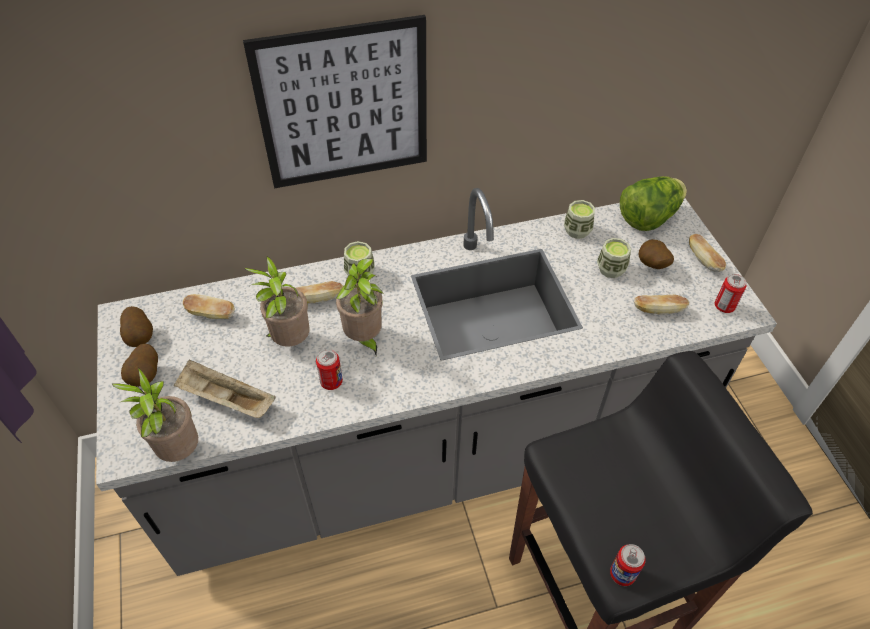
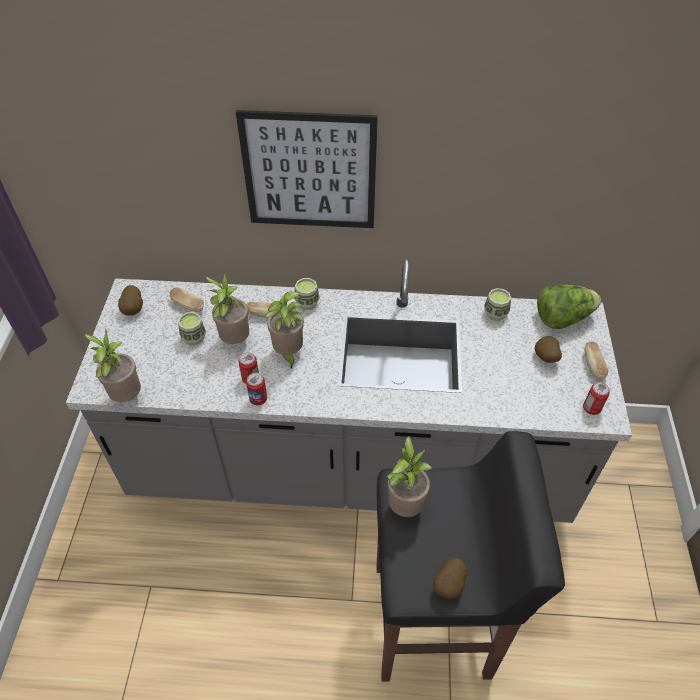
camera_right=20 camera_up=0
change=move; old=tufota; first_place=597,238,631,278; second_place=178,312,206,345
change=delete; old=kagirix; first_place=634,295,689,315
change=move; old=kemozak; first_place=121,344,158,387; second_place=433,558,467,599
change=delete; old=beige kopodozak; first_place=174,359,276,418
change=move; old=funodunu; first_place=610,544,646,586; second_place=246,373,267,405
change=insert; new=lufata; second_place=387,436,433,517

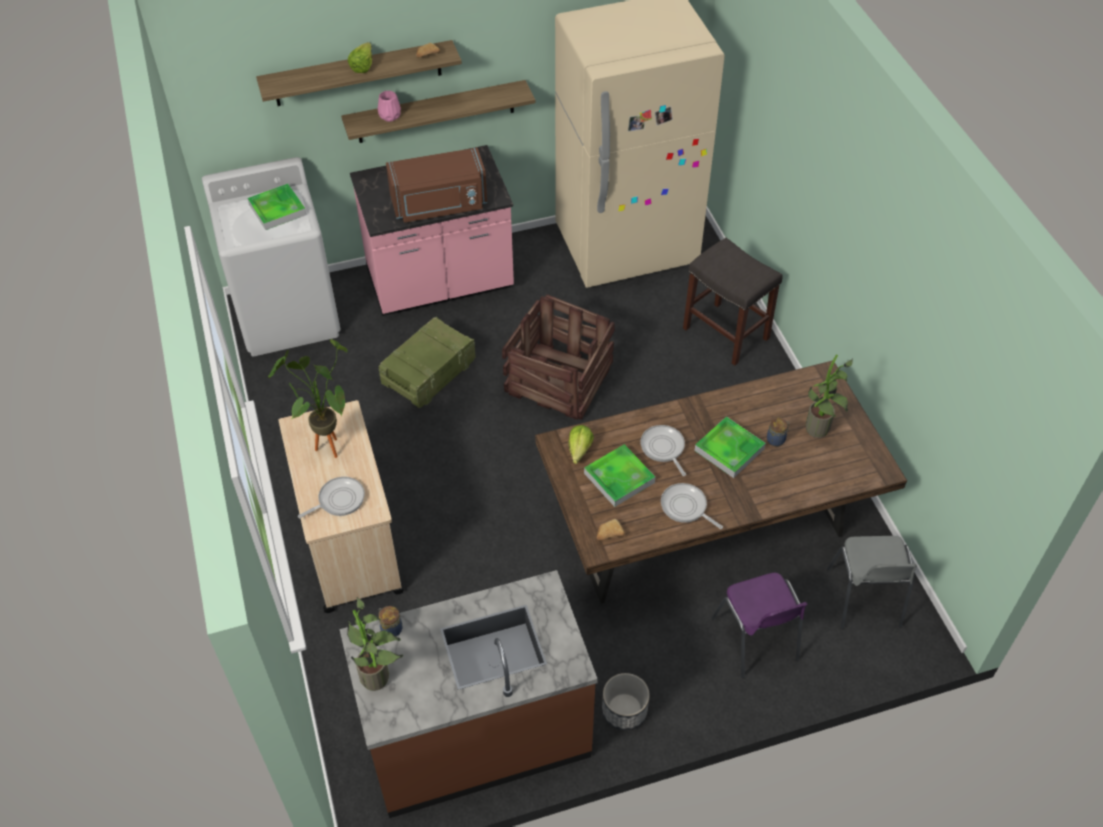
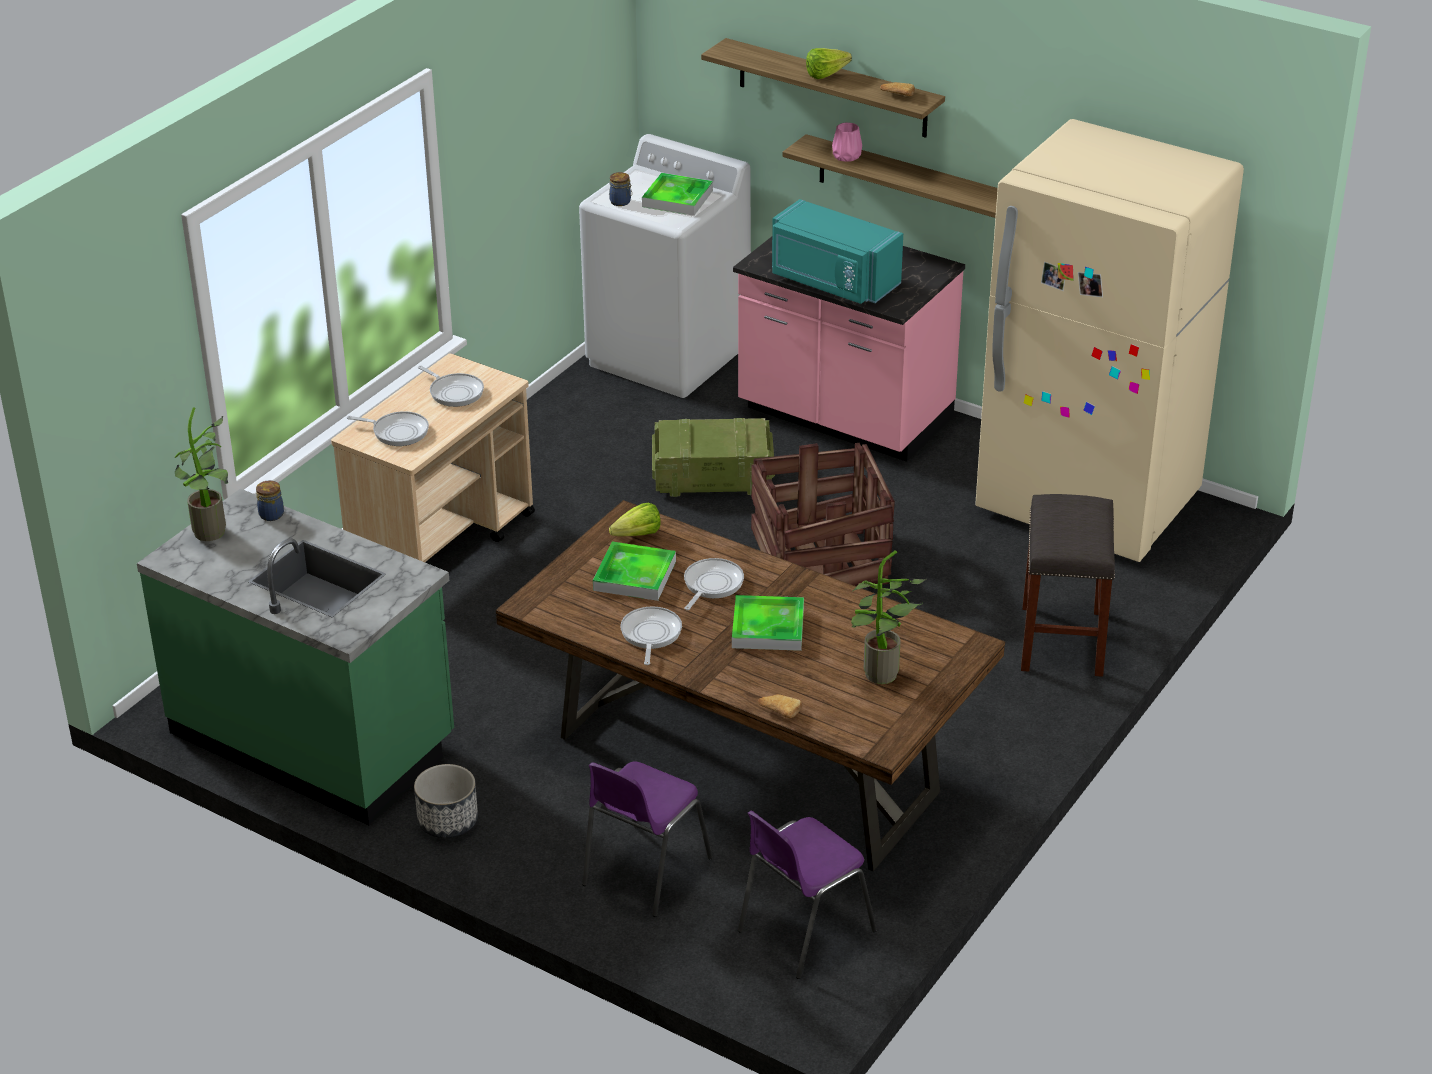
camera_right=50 camera_up=-15
change=recolor; old=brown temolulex; new=turquoise temolulex; first_place=386,147,487,222; second_place=772,199,903,304
change=replace; old=lufata; new=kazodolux; first_place=268,339,348,458; second_place=418,366,484,407
change=move; old=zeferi; first_place=767,418,790,446; second_place=609,172,632,206
change=move; old=kagirix; first_place=597,519,625,540; second_place=758,694,802,718
change=recolor; old=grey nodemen; new=purple nodemen; first_place=827,536,917,629; second_place=738,811,877,979
change=recolor; old=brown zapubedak; new=green zapubedak; first_place=339,570,598,818; second_place=137,489,454,825

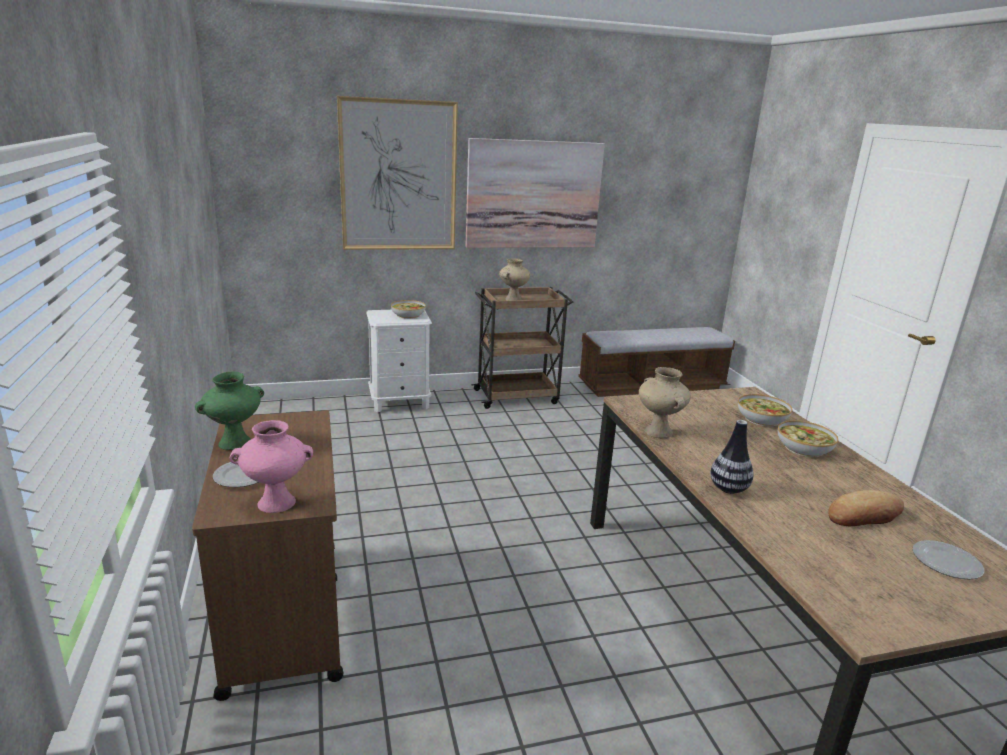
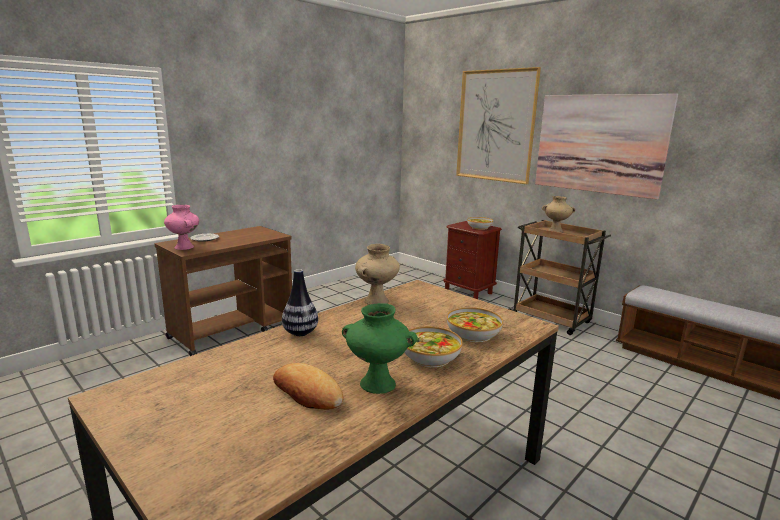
camera_right=60 camera_up=-5
change=recolor; old=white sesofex; new=brown sesofex; first_place=366,310,432,412; second_place=443,221,502,299
change=move; old=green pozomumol; first_place=195,371,264,450; second_place=342,303,418,394
change=delete; old=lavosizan; first_place=913,540,984,579

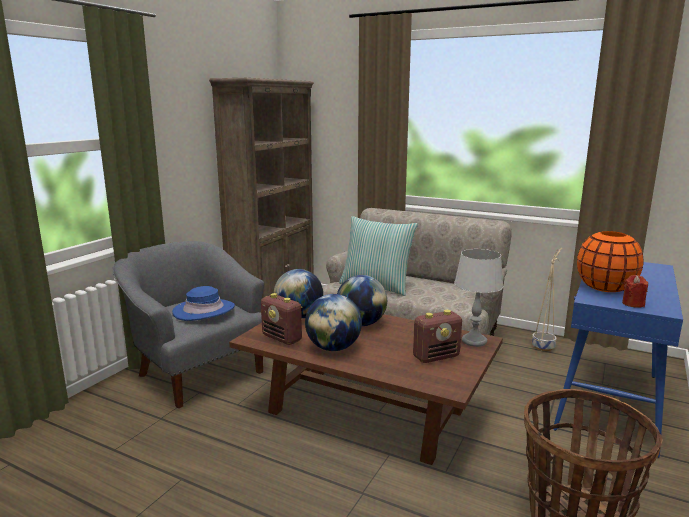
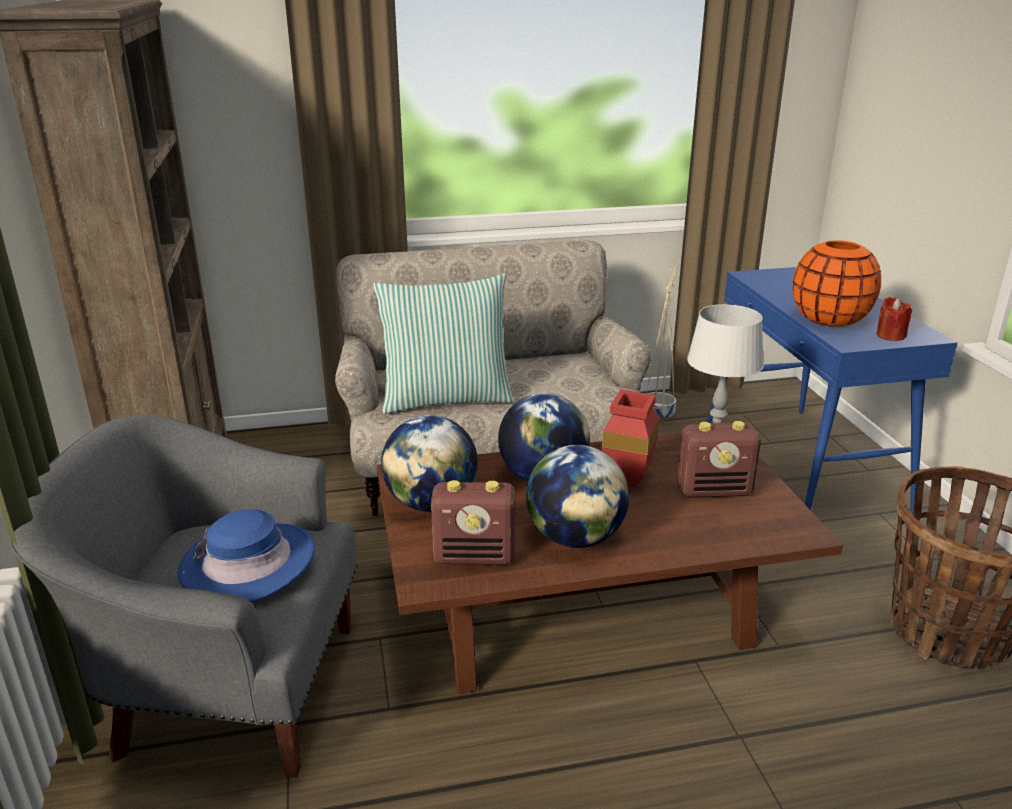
camera_right=-40 camera_up=10
change=rotate; old=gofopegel; first_place=413,310,462,363; second_place=677,421,761,498; degrees=60
change=insert; new=red pozomumol; second_place=602,389,660,487

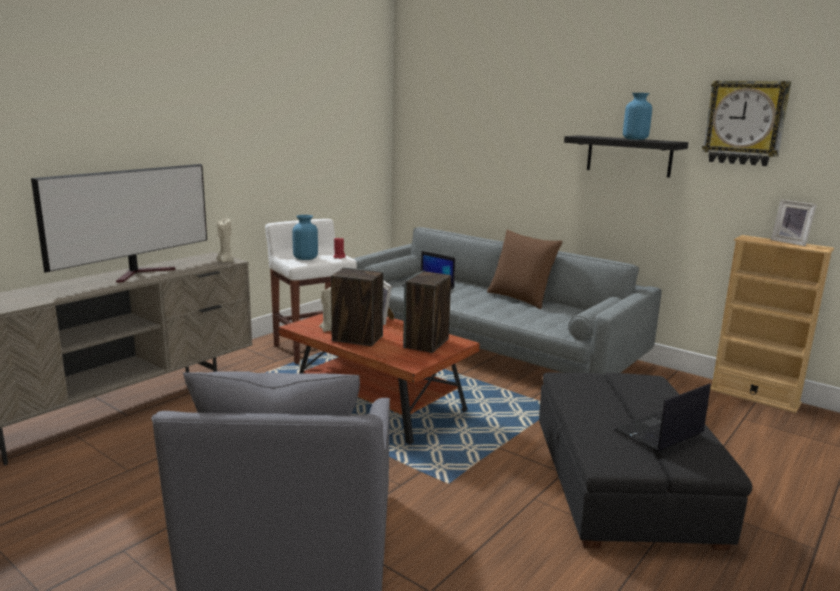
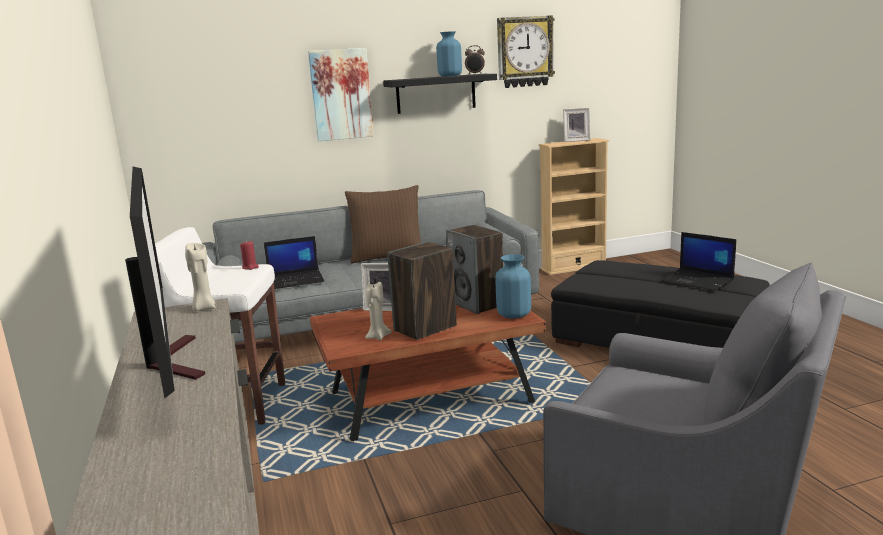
camera_right=-55 camera_up=0
change=move; old=blue pozomumol; first_place=292,215,318,260; second_place=495,254,531,319
change=rotate; old=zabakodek; first_place=614,384,711,452; second_place=661,232,736,291; degrees=-45
change=insert; new=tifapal; second_place=465,45,485,74
change=insert; new=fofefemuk; second_place=308,48,374,141

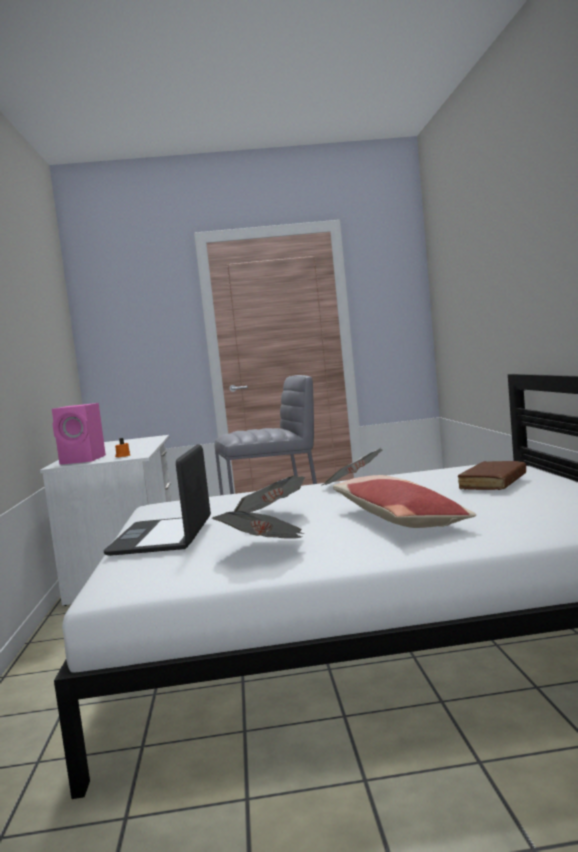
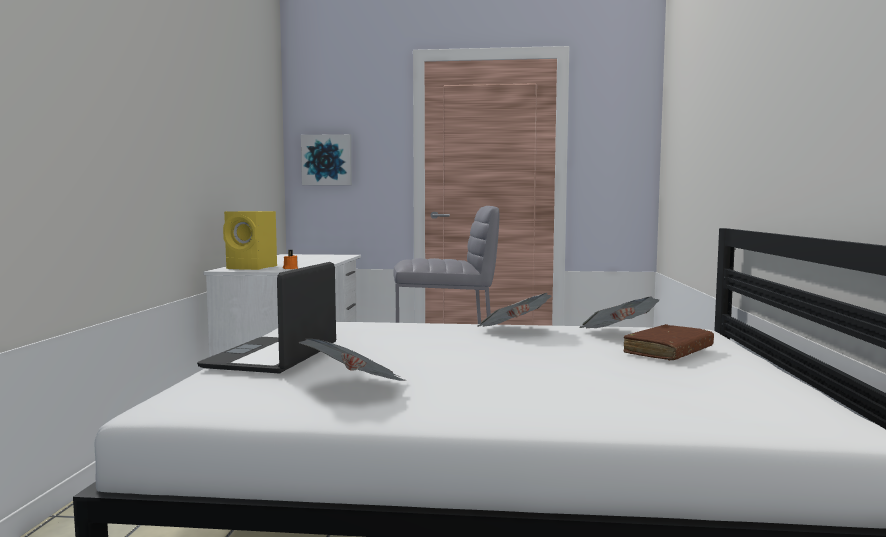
camera_right=10 camera_up=0
change=recolor; old=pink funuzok; new=yellow funuzok; first_place=52,403,106,464; second_place=223,211,277,270
change=delete; old=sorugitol; first_place=333,475,476,528
change=move; old=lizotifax; first_place=234,476,305,512; second_place=579,296,659,328
change=insert; new=fofefemuk; second_place=301,134,352,185

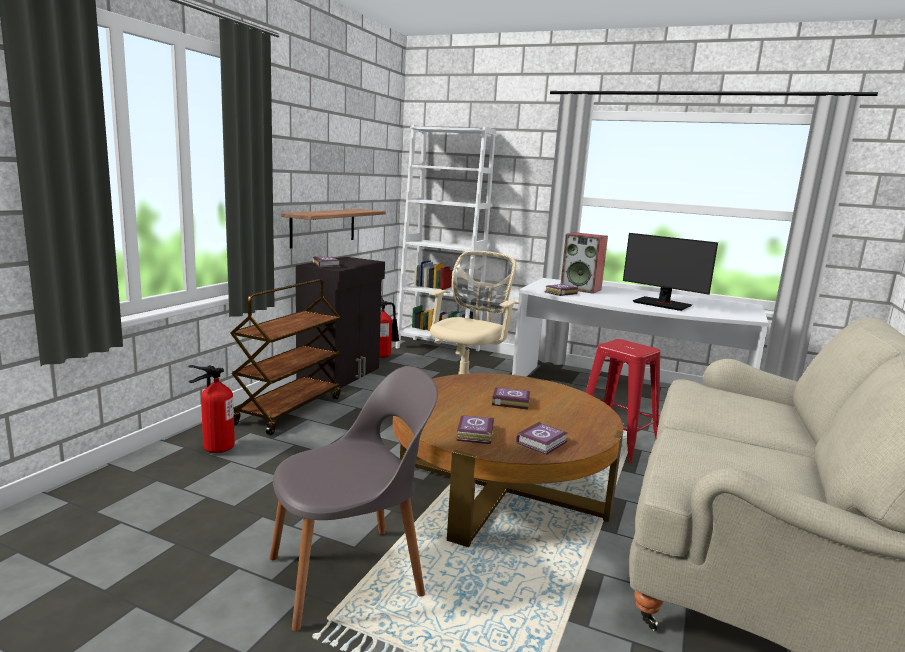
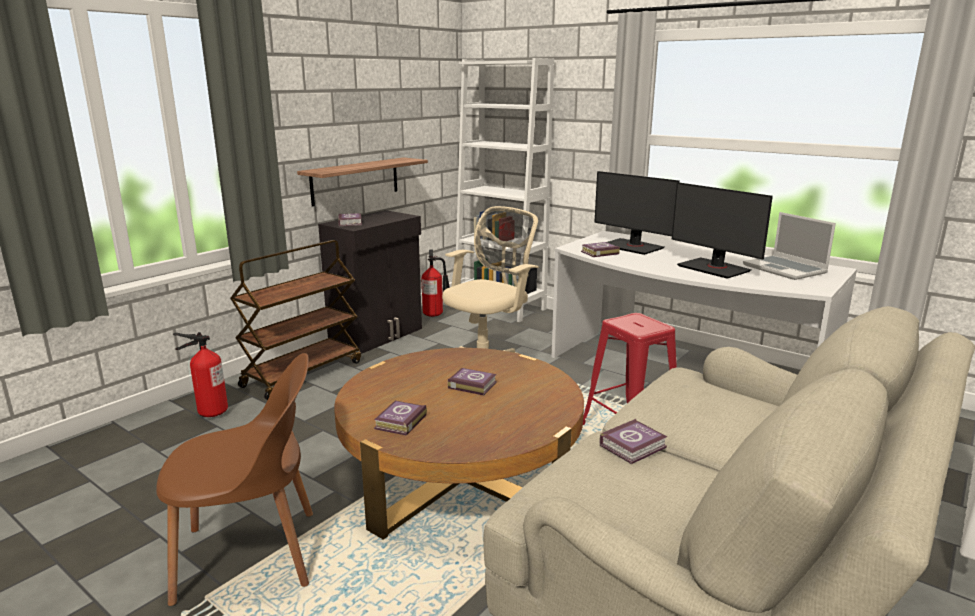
camera_right=15 camera_up=5
change=replace; old=funuzok; new=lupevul; first_place=561,232,608,294; second_place=594,171,680,255
change=recolor; old=grey nodemen; new=brown nodemen; first_place=270,366,438,631; second_place=156,353,313,606
change=move; old=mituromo; first_place=516,422,567,455; second_place=599,419,667,464
change=insert; new=zabakodek; second_place=743,212,836,280

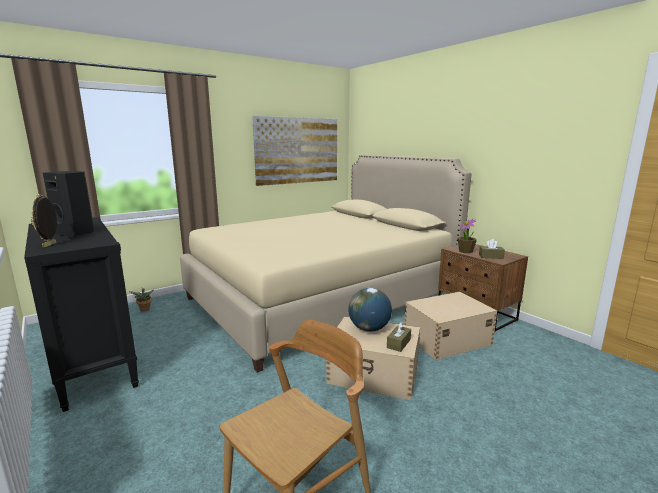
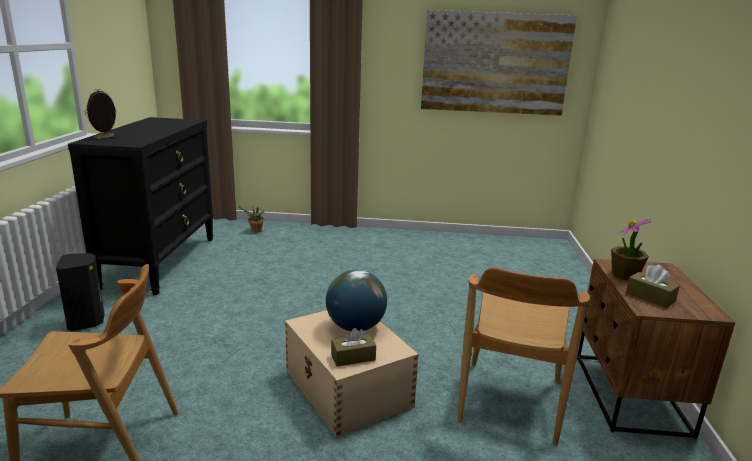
camera_right=40 camera_up=5
change=delete; old=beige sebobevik; first_place=180,155,471,373
change=move; old=black funuzok; first_place=43,171,94,237; second_place=56,253,105,331
change=replace; old=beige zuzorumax; new=brown nodemen; first_place=404,292,497,360; second_place=457,267,590,446

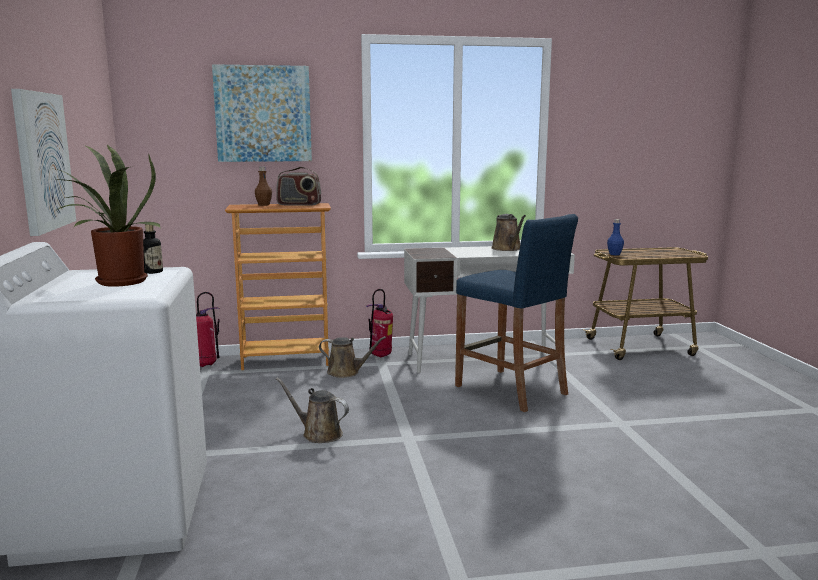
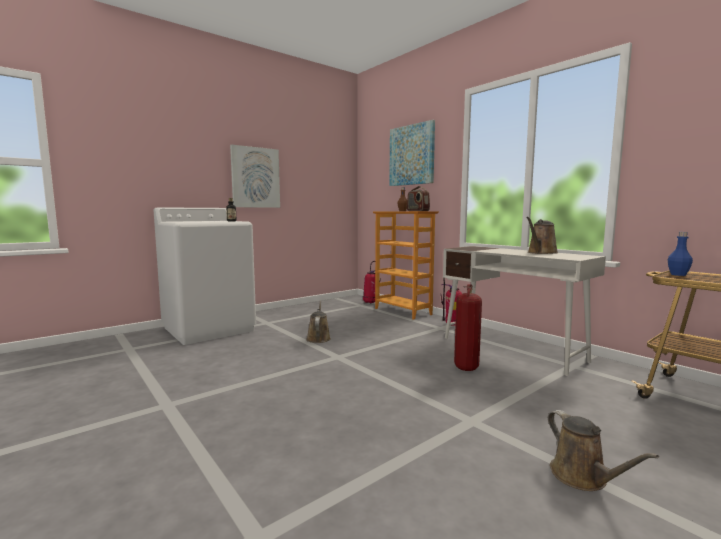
camera_right=60 camera_up=-5
change=delete; old=lufata; first_place=53,144,161,287
change=replace; old=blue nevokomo; new=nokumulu; first_place=455,214,578,412; second_place=454,284,482,371
change=move; old=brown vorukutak; first_place=319,336,386,378; second_place=548,410,659,491

